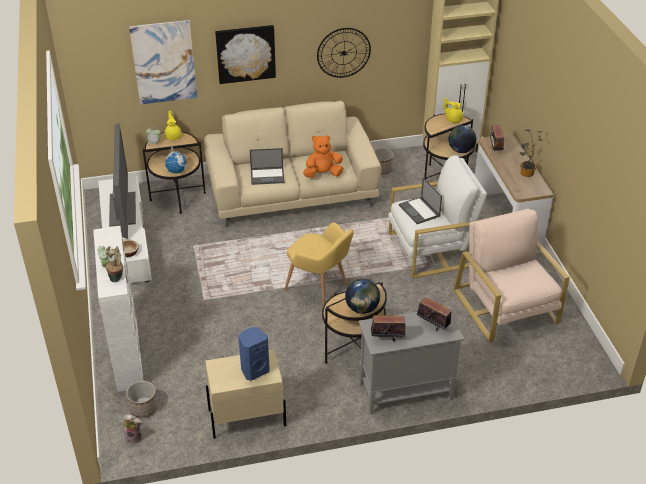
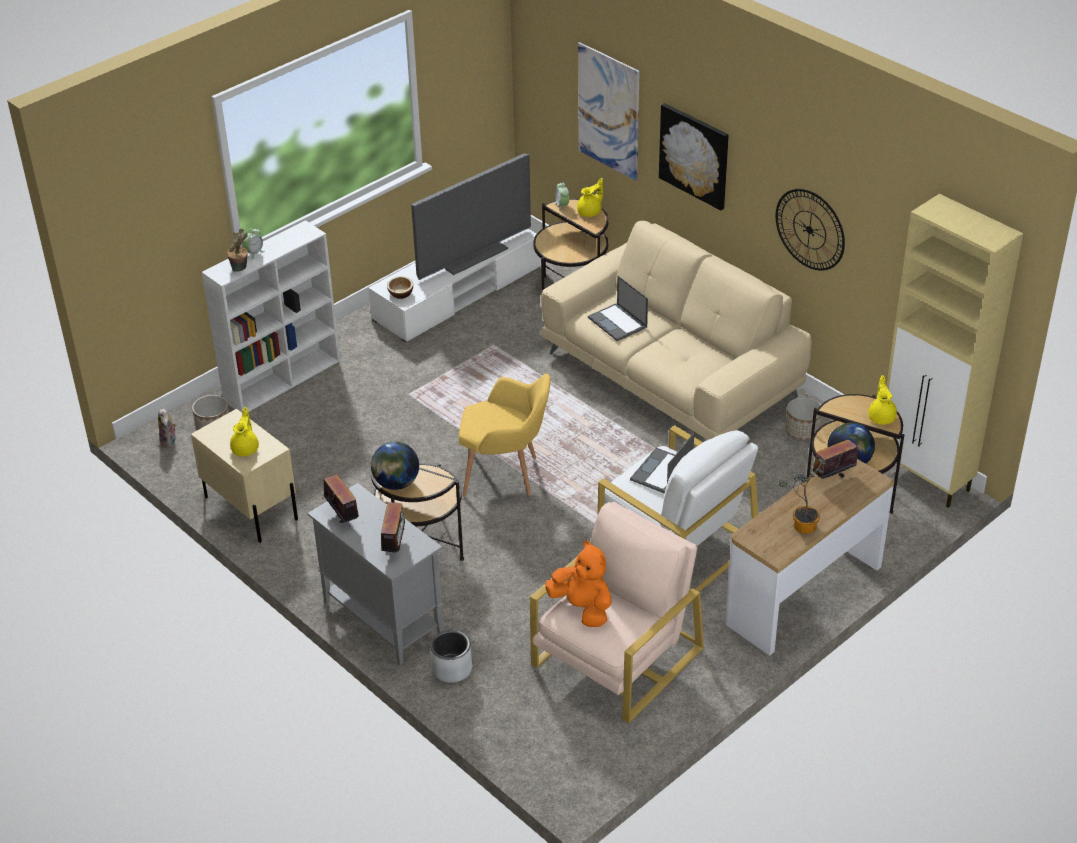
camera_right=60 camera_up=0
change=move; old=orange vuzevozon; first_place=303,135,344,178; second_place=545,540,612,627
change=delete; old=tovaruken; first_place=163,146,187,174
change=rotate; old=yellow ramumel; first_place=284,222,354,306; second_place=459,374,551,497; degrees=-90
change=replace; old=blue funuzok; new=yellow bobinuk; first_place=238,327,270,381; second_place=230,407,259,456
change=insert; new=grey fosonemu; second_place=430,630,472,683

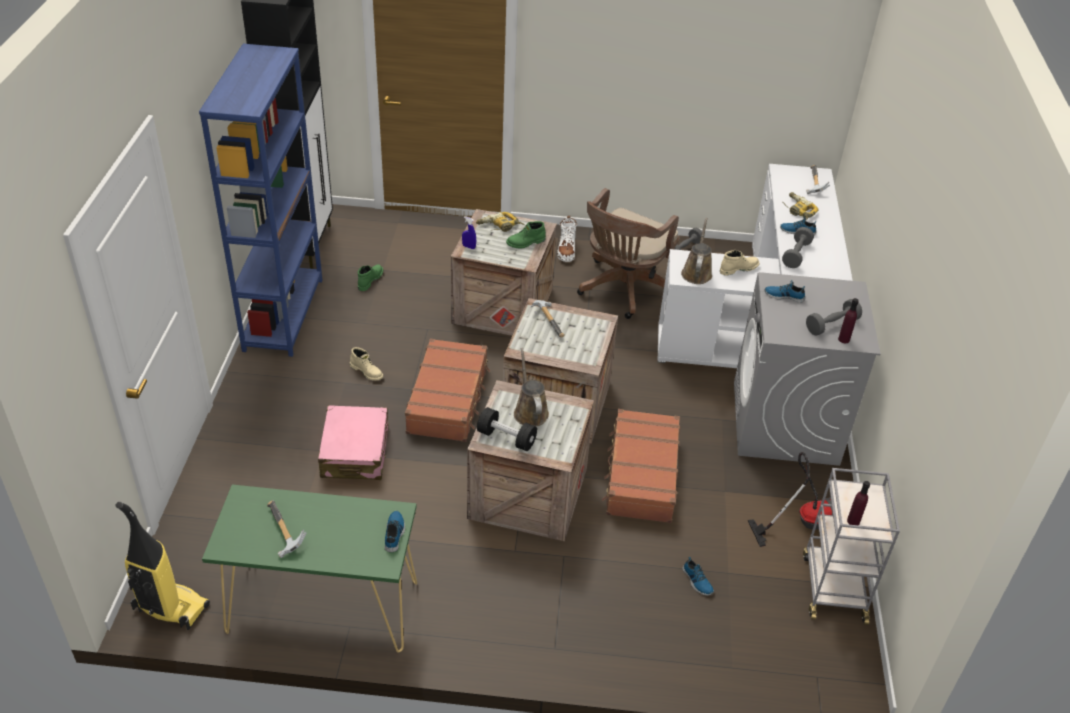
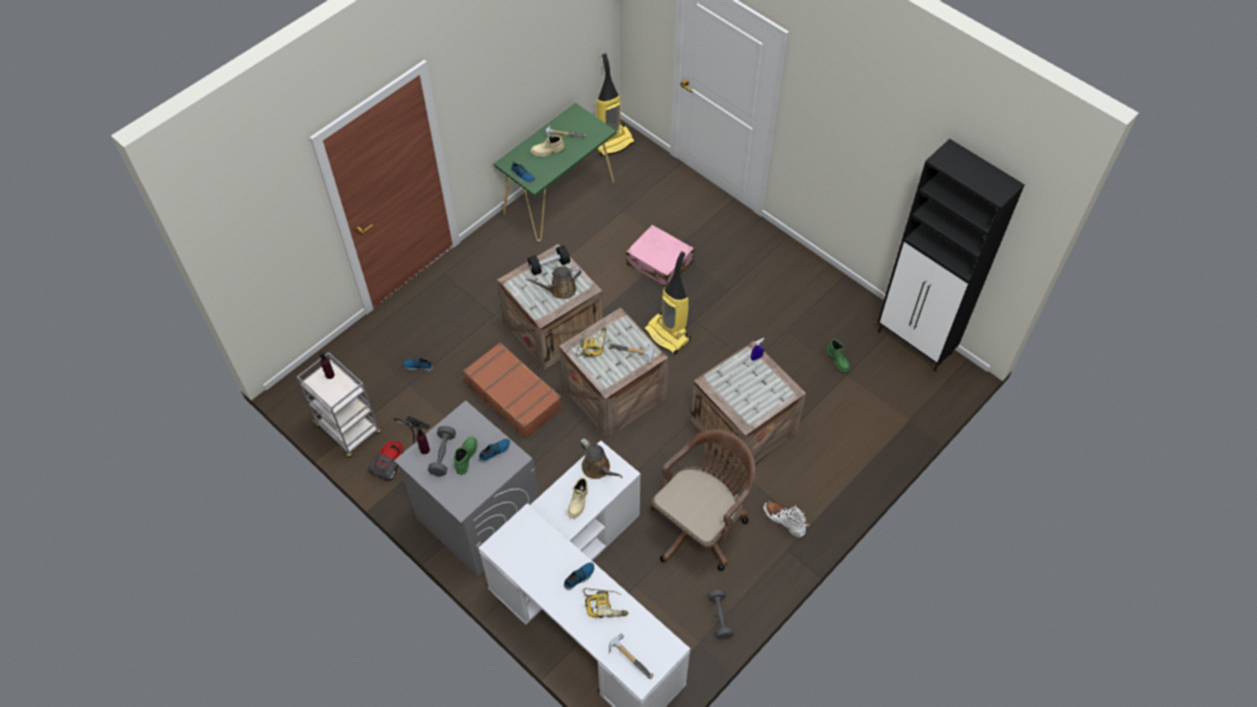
camera_right=130 camera_up=15
change=delete; old=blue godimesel; first_place=199,44,323,357
change=rotate; old=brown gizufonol; first_place=577,188,680,319; second_place=650,429,755,571; degrees=60
change=move; old=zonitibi; first_place=476,212,524,232; second_place=576,327,607,356
change=move; old=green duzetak; first_place=506,221,546,248; second_place=454,437,477,475
change=delete; old=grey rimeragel; first_place=782,227,814,268
change=replace; old=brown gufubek; new=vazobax; first_place=405,338,490,442; second_place=644,251,691,354
change=move; old=beige duzetak; first_place=350,347,383,381; second_place=531,135,564,157
change=rotate; old=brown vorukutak; first_place=514,348,549,427; second_place=526,266,581,299; degrees=135

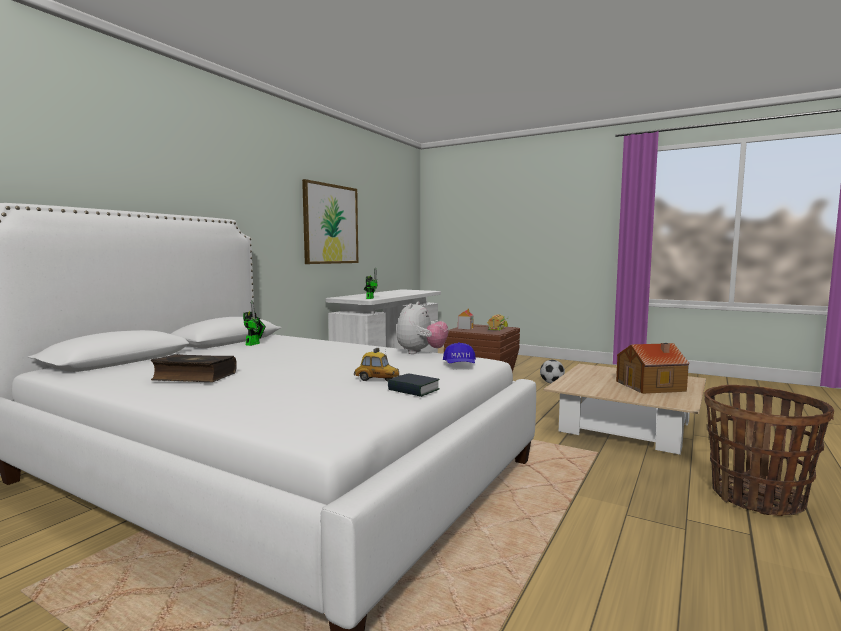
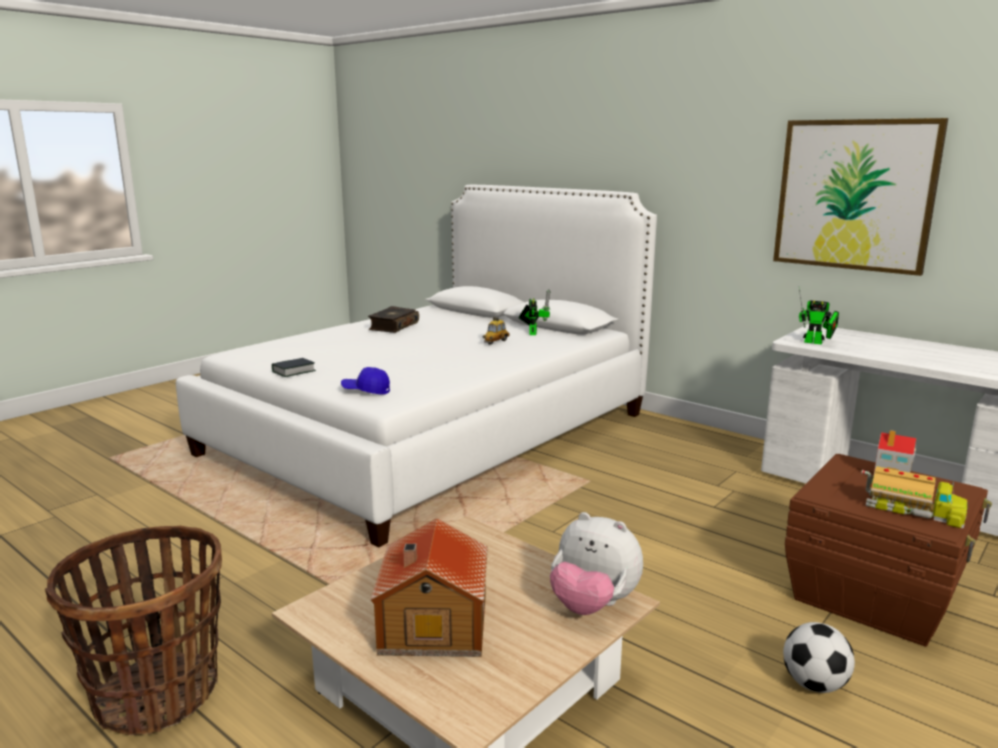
camera_right=100 camera_up=10
change=rotate; old=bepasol; first_place=243,301,266,346; second_place=518,289,550,335; degrees=-120
change=move; old=vuzevozon; first_place=397,302,448,354; second_place=550,512,643,615
change=move; old=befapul; first_place=354,348,401,382; second_place=483,317,510,344

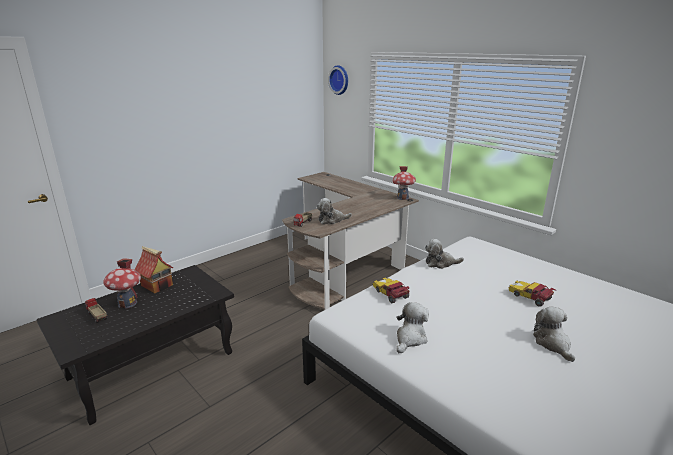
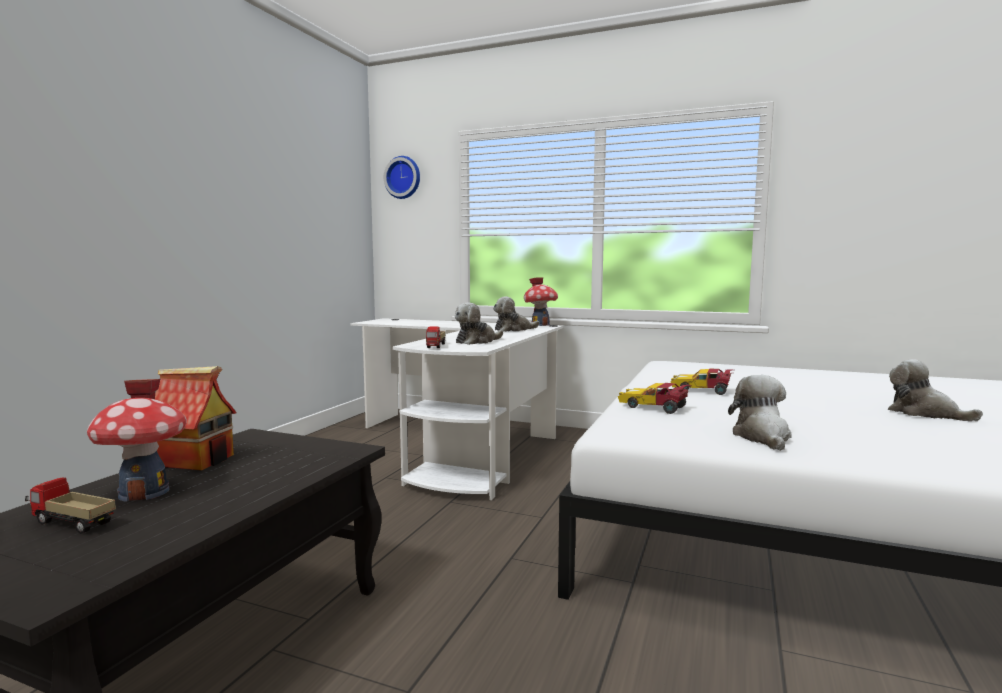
camera_right=-25 camera_up=-15
change=recolor; old=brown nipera; new=white nipera; first_place=282,172,419,310; second_place=350,318,564,500
change=move; old=vuzevozon; first_place=425,239,464,269; second_place=493,296,539,332
change=move; old=befapul; first_place=508,281,556,307; second_place=671,369,732,395

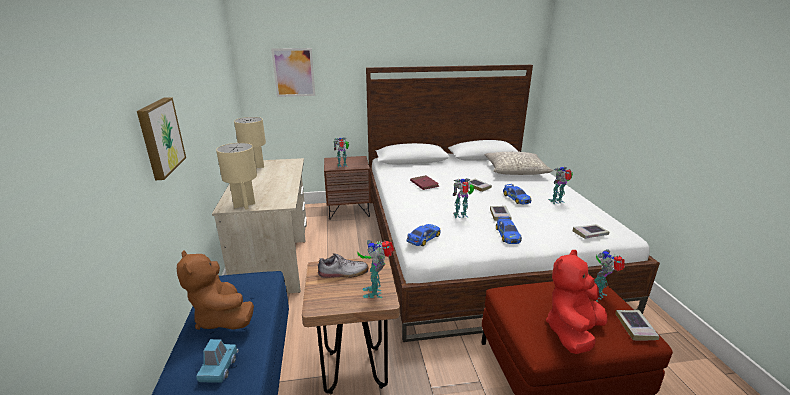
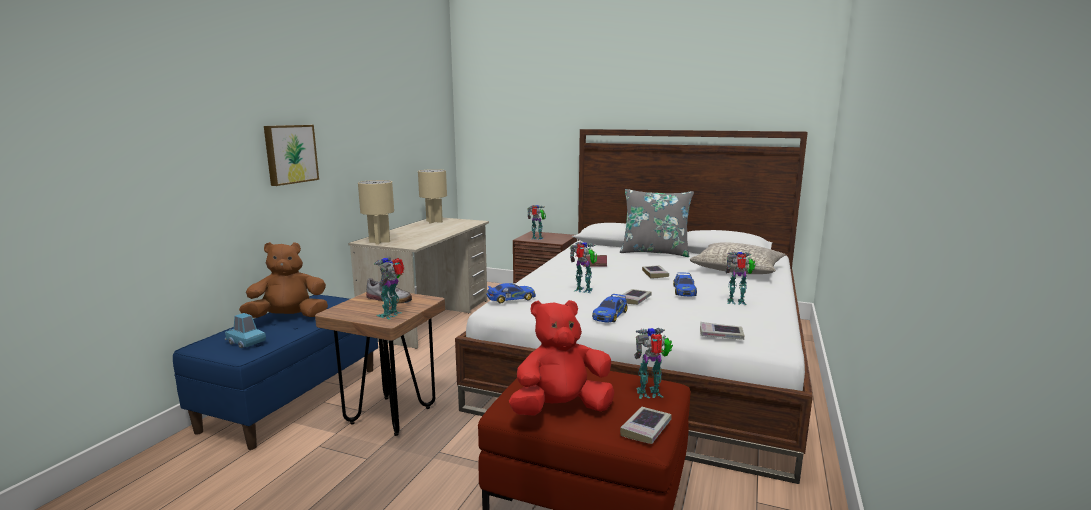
camera_right=30 camera_up=-10
change=delete; old=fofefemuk; first_place=271,48,315,97
change=rotate; old=brown vuzevozon; first_place=177,250,254,330; second_place=239,242,328,318; degrees=75
change=rotate; old=blue befapul; first_place=196,339,239,382; second_place=225,313,266,348; degrees=-90
change=insert; new=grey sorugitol; second_place=620,189,694,257

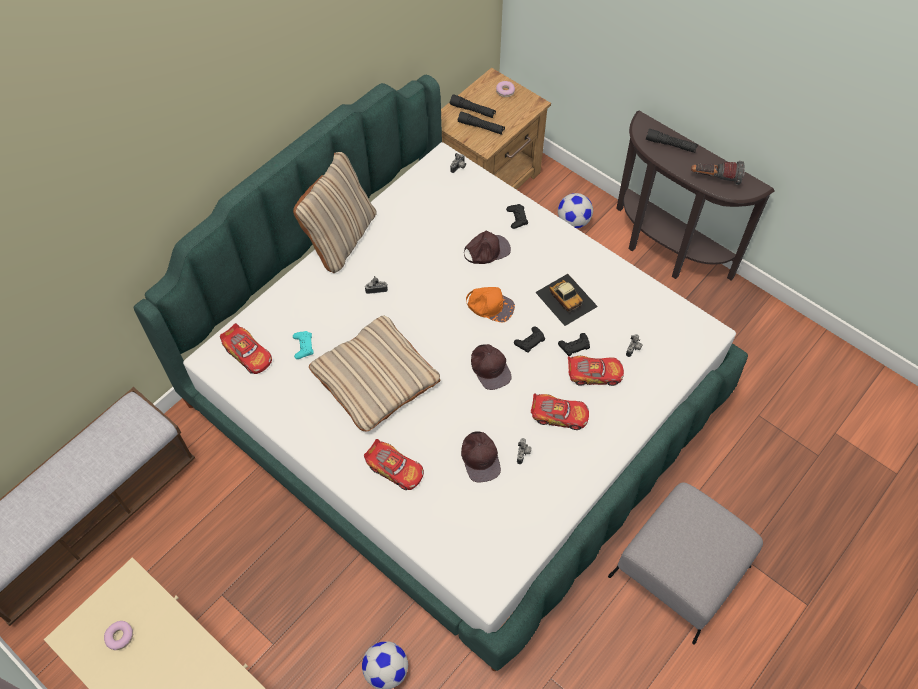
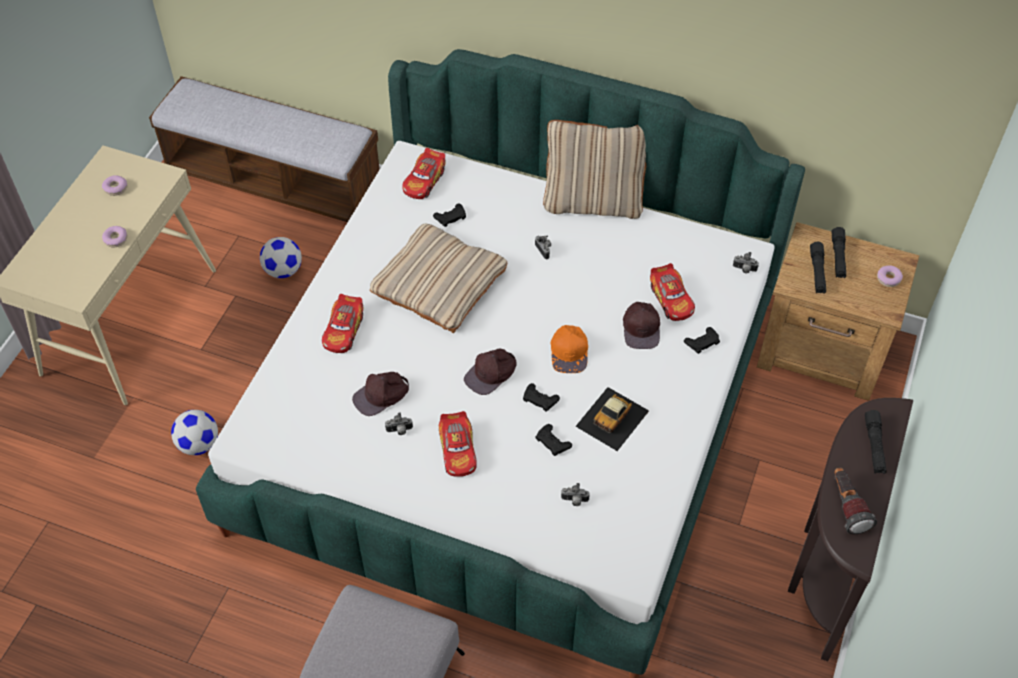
camera_right=70 camera_up=-5
change=move; old=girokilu; first_place=558,193,593,228; second_place=260,237,302,278
change=rotate; old=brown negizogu; first_place=464,231,511,264; second_place=623,302,660,349; degrees=45
change=recolor; old=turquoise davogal; new=black davogal; first_place=293,331,314,359; second_place=433,204,466,227
change=move; old=befapul; first_place=568,356,624,386; second_place=650,263,695,321
change=insert; new=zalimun; second_place=102,226,127,247

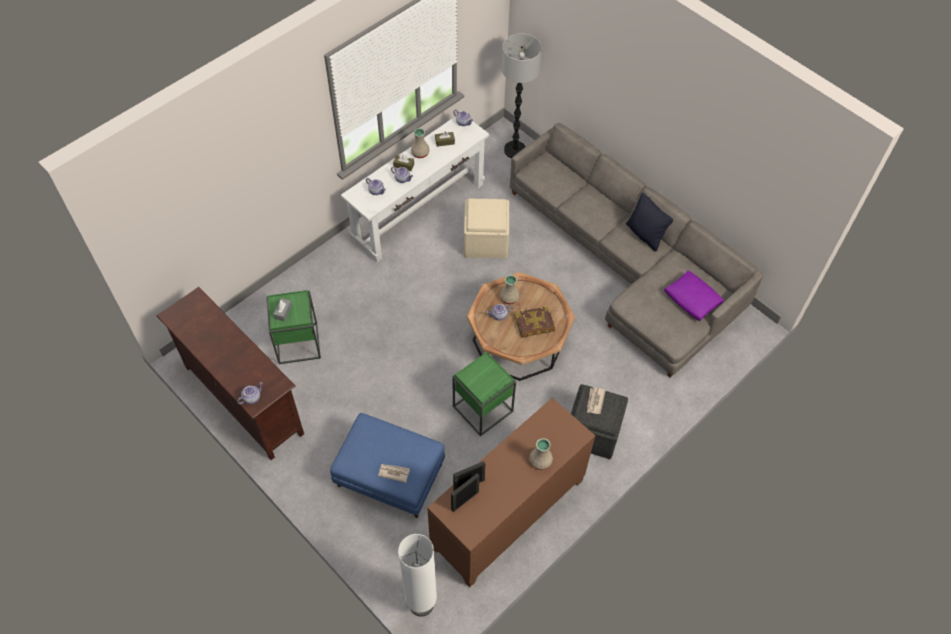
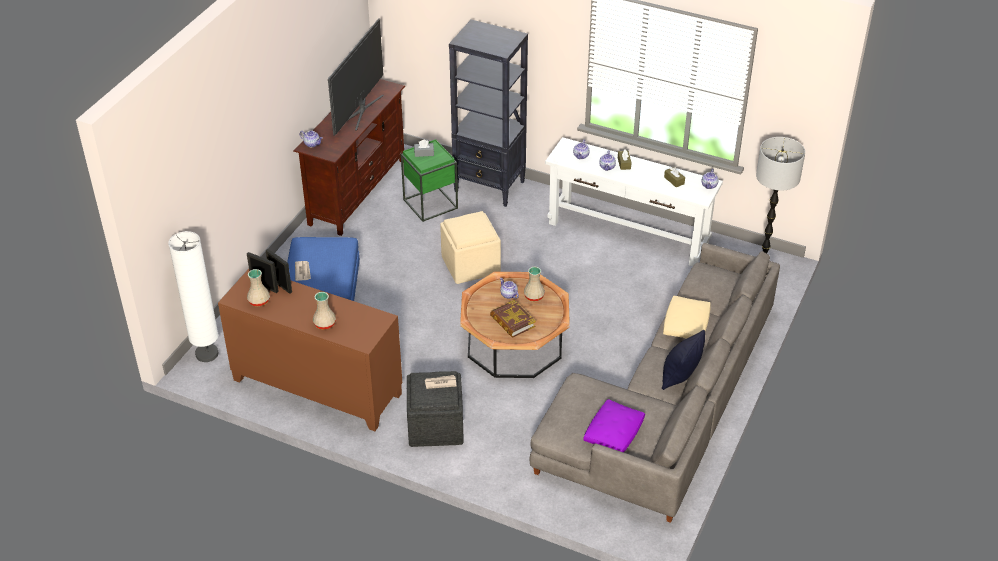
camera_right=70 camera_up=-15
change=move; old=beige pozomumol; first_place=411,128,430,158; second_place=247,269,270,306
change=move; old=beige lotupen; first_place=464,198,509,258; second_place=440,211,501,284
change=delete; old=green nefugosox; first_place=452,352,516,436
change=insert; new=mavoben; second_place=328,18,384,136
change=insert; new=black godimesel; second_place=449,19,528,207
change=insert; new=beige sorugitol; second_place=663,296,711,339

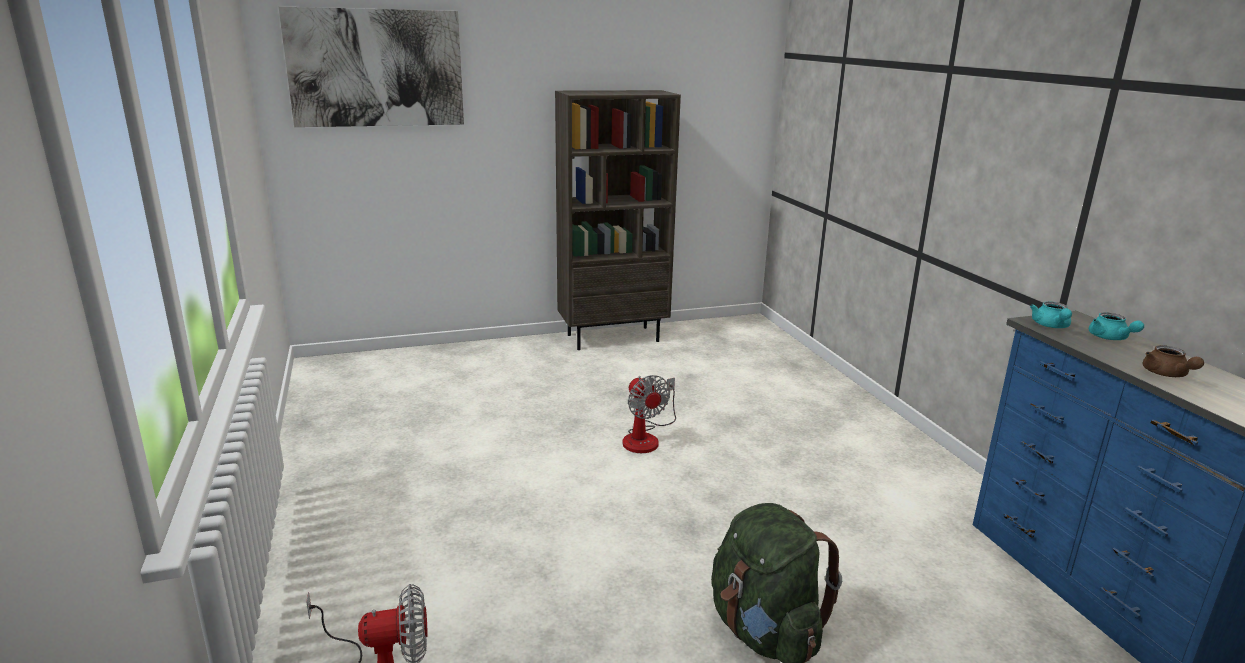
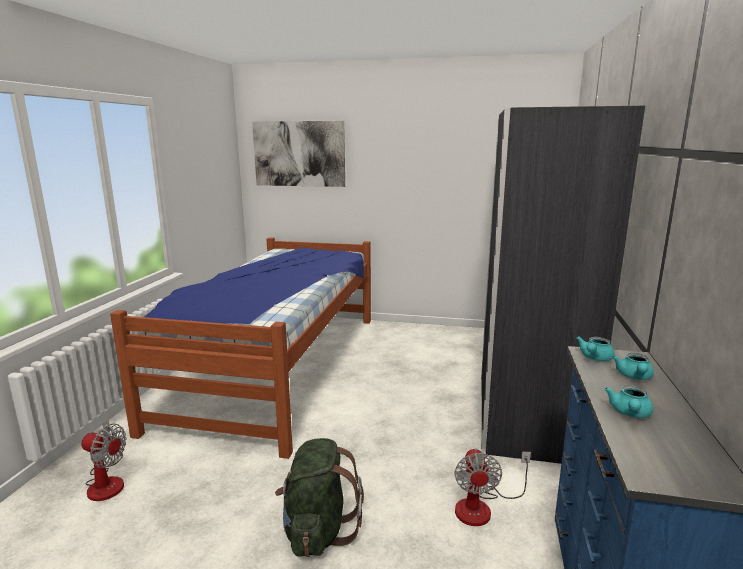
camera_right=30 camera_up=-5
change=delete; old=brown godimesel; first_place=555,90,681,350
change=recolor; old=brown bobinuk; new=turquoise bobinuk; first_place=1143,345,1204,377; second_place=605,385,653,418
change=move; old=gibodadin; first_place=623,375,676,453; second_place=454,448,531,526
change=insert; new=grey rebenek; second_place=481,106,645,464
change=insert; new=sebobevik; second_place=110,237,371,459

